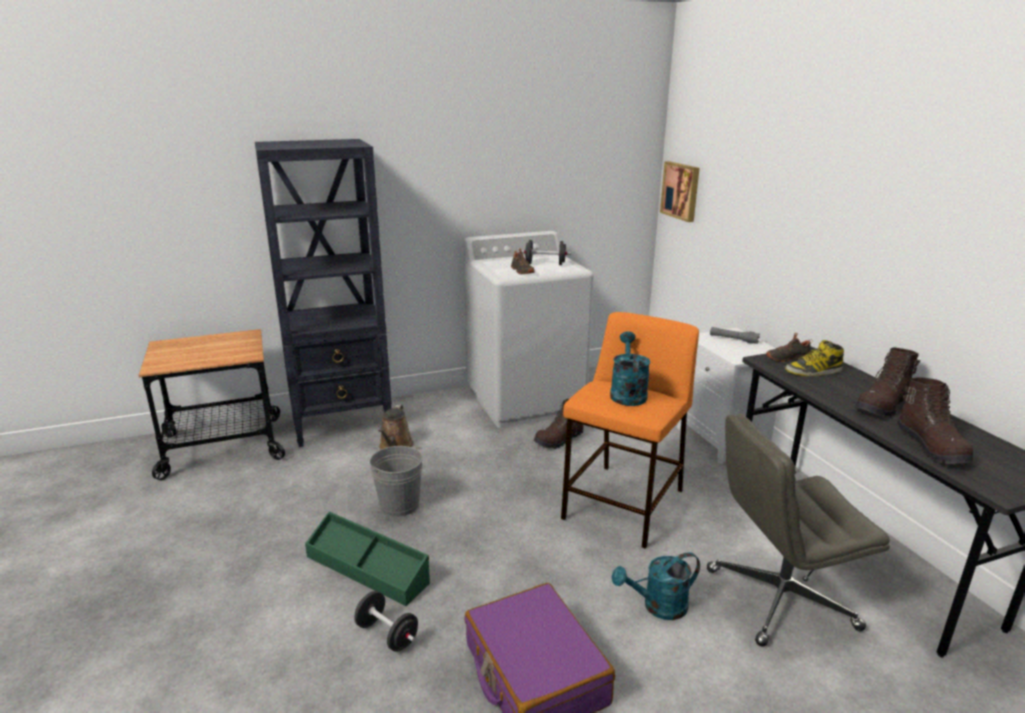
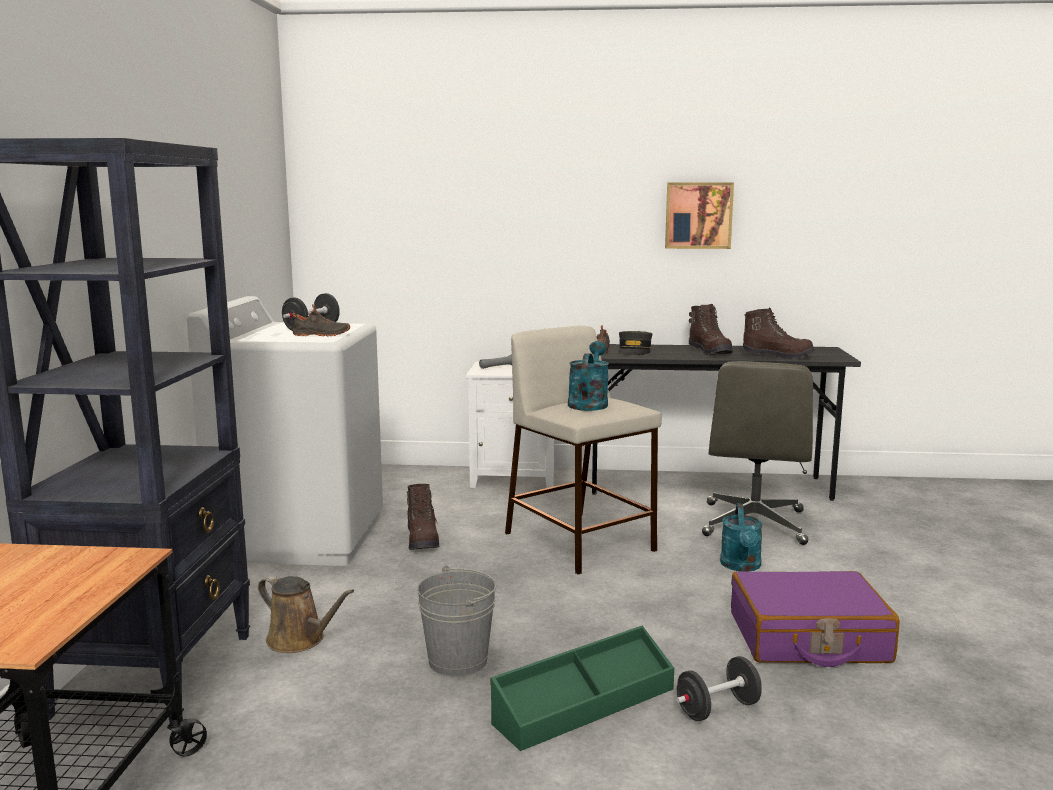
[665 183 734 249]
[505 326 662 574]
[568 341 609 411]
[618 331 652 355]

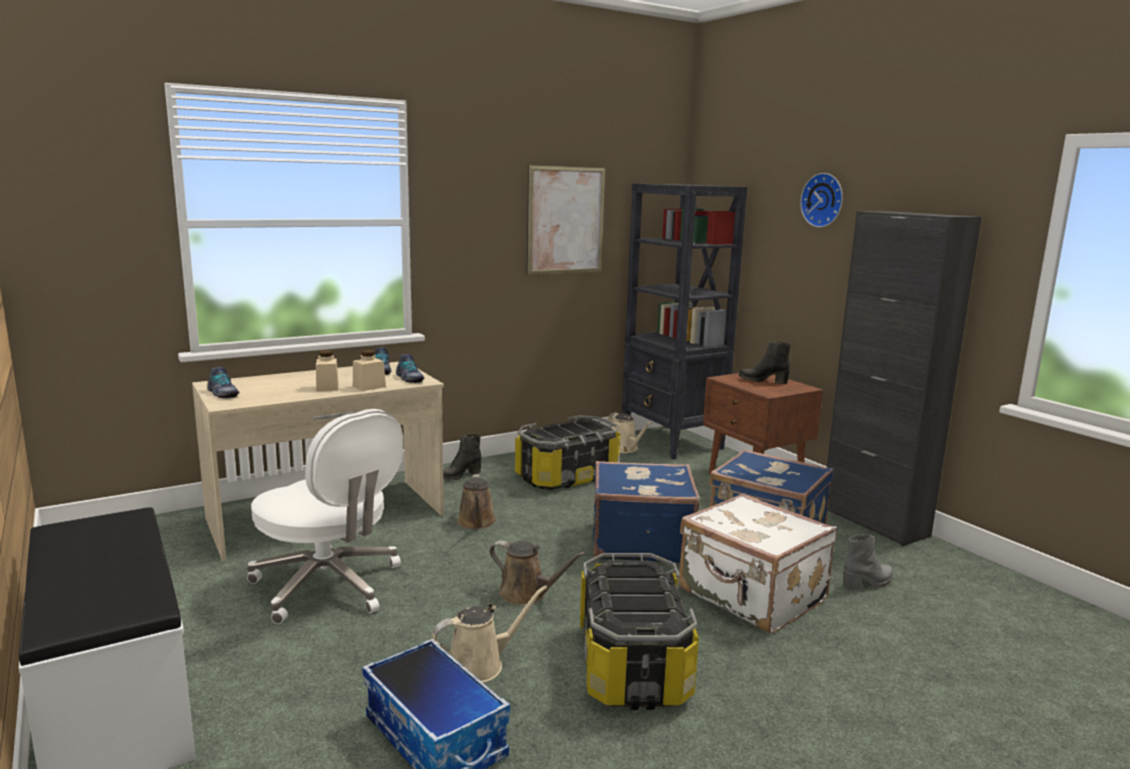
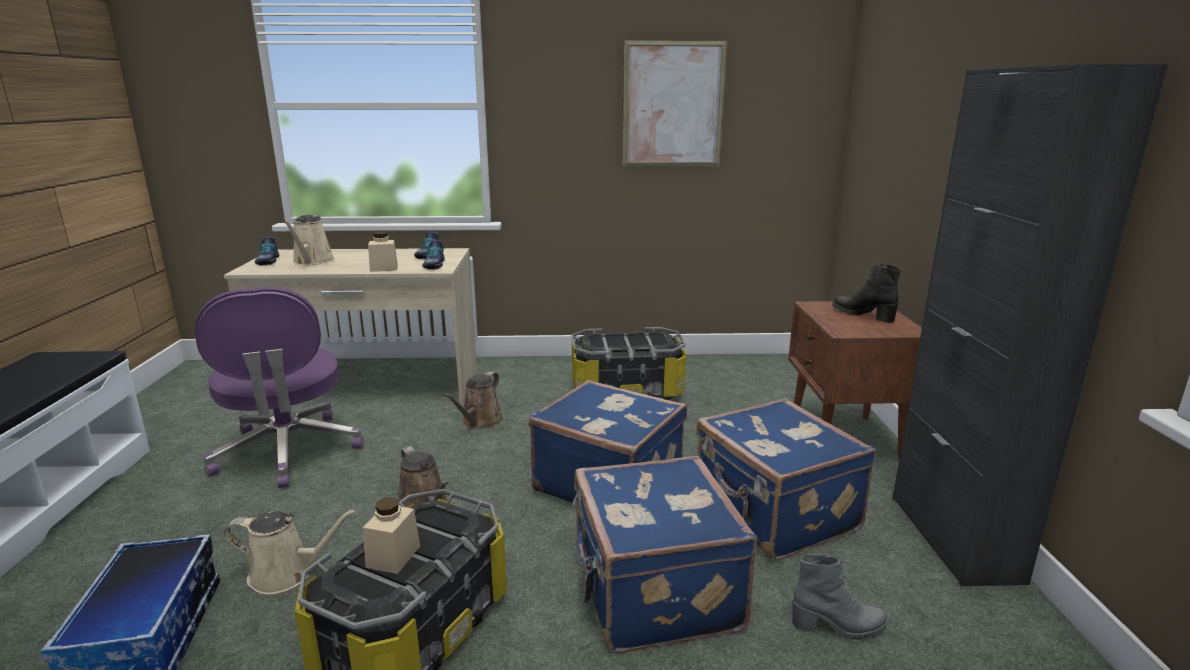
[800 173 843 227] (first image)
[622 184 747 459] (first image)
[363 497 420 574]
[195 287 364 488]
[283 215 335 265]
[443 434 482 480] (first image)
[572 456 757 653]

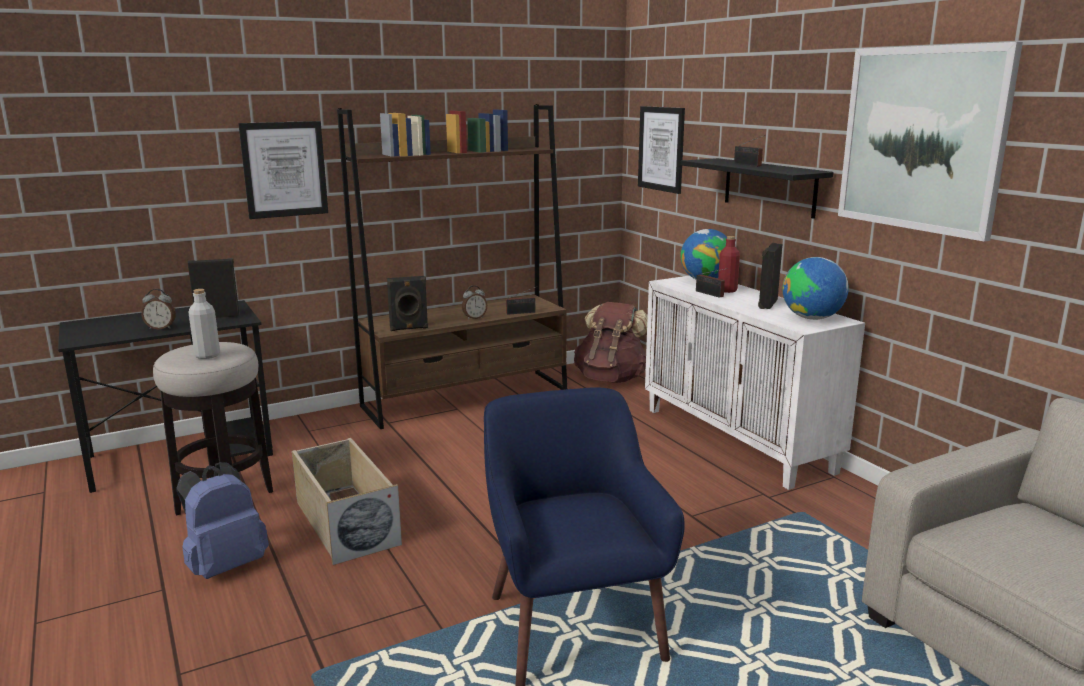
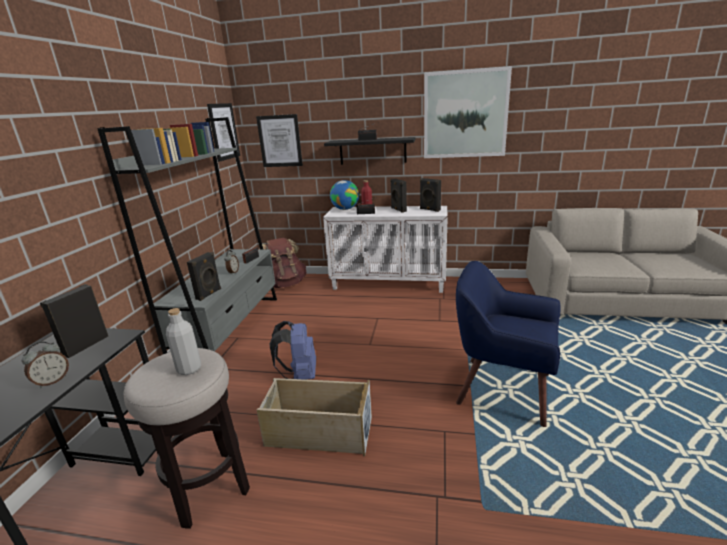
[97 117 277 354]
[207 103 240 162]
[420 178 441 212]
[269 321 316 380]

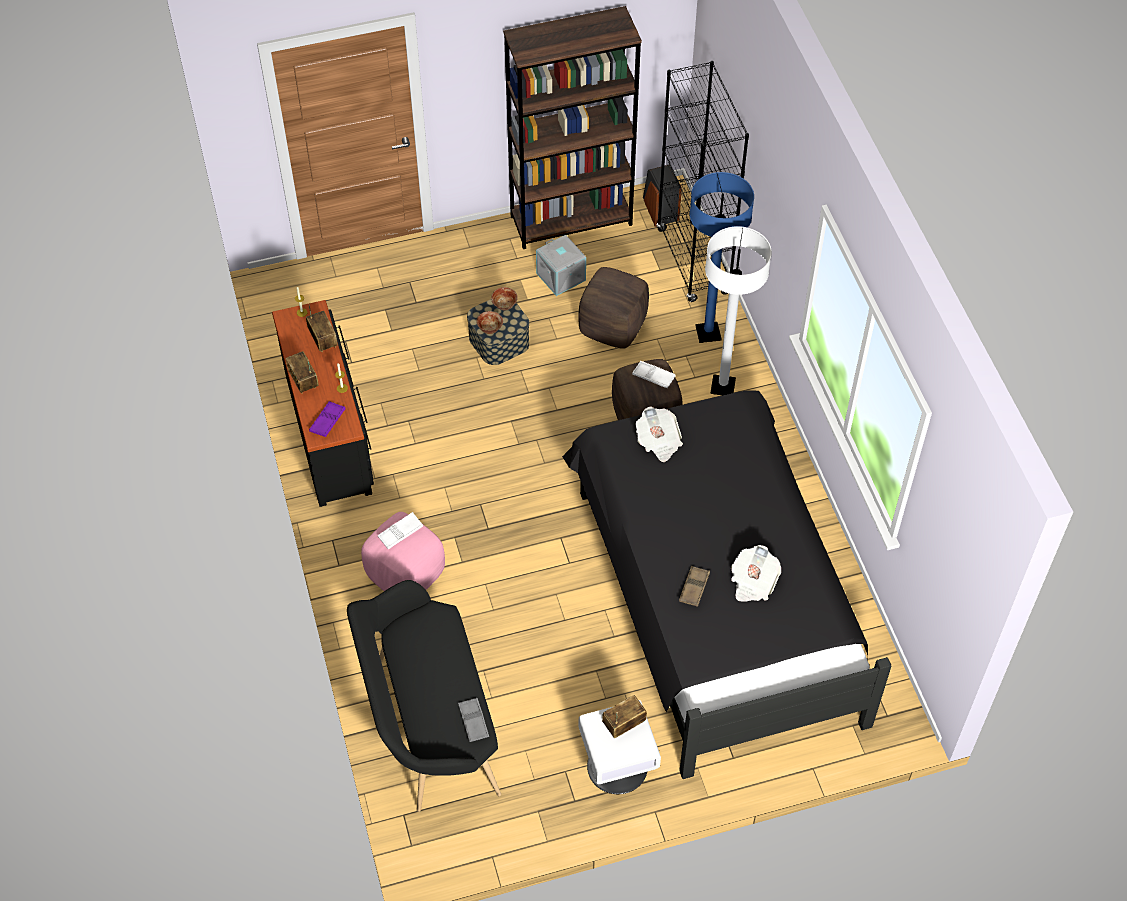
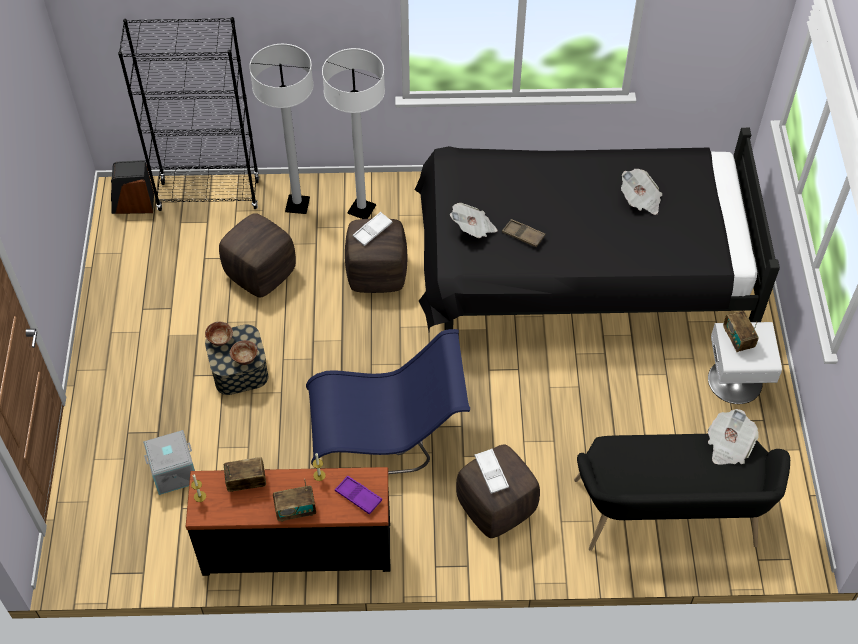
[503 6 642 249] (first image)
[249 44 314 214]
[143 430 195 495]
[456 445 540 538]
[502 219 545 247]
[707 409 759 465]
[306 329 470 474]

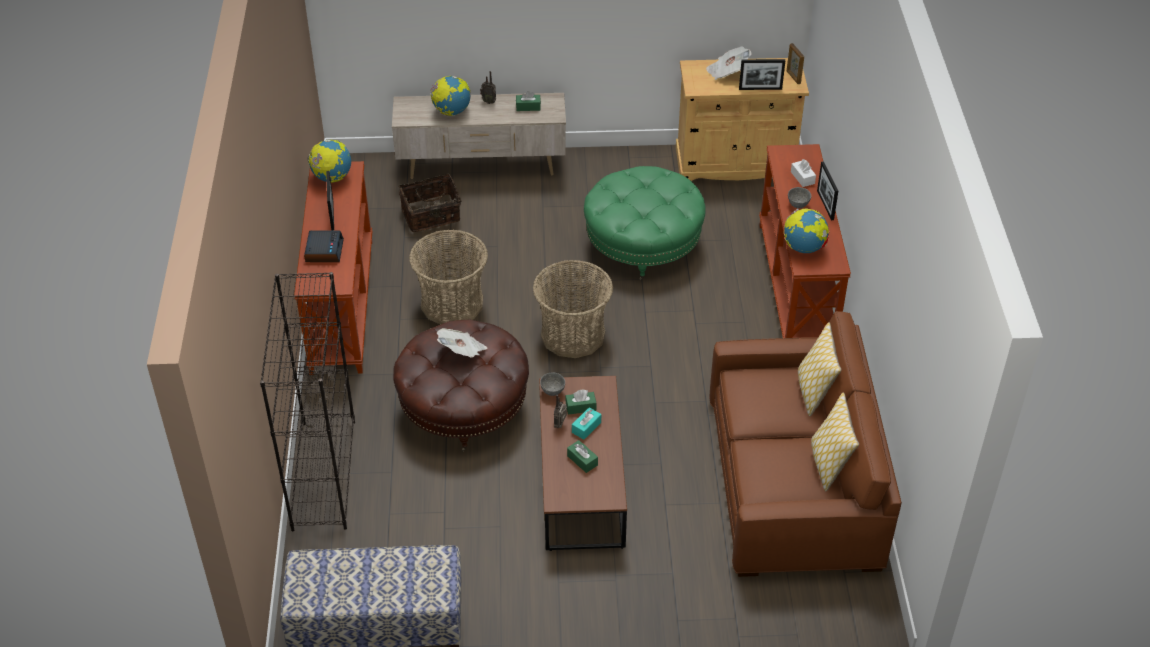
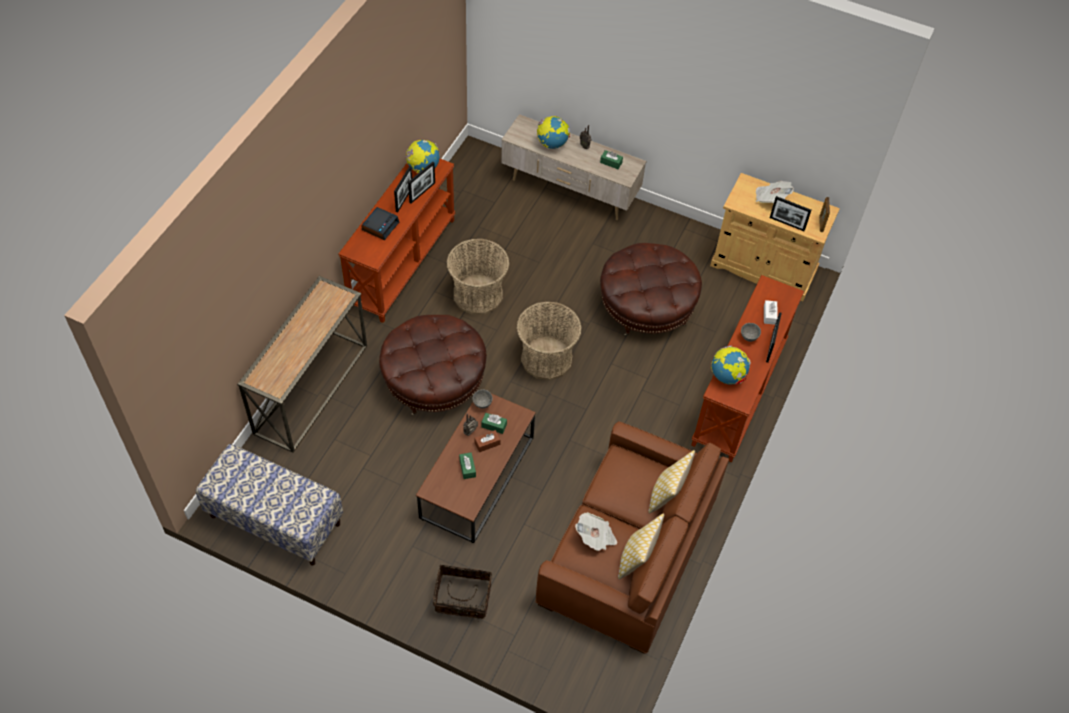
[600 243 702 336]
[433 565 492 622]
[237 276 367 452]
[575 512 617 551]
[475 430 501 452]
[408 162 435 203]

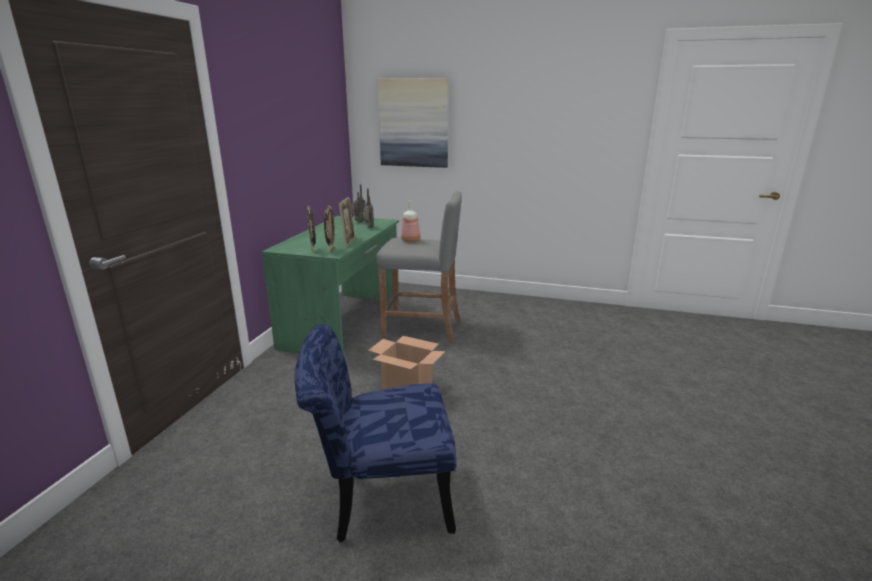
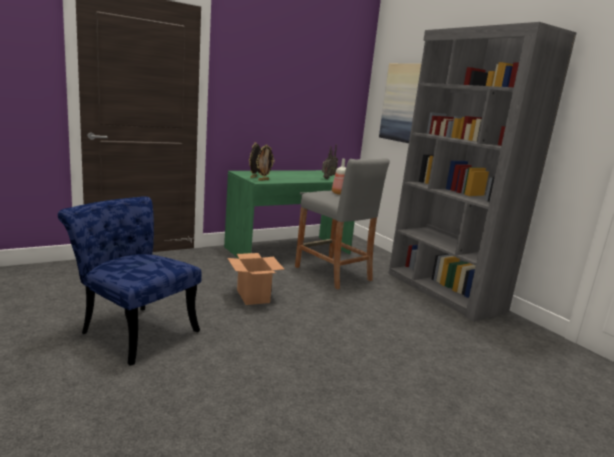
[339 197 355 247] (first image)
[388 22 577 322]

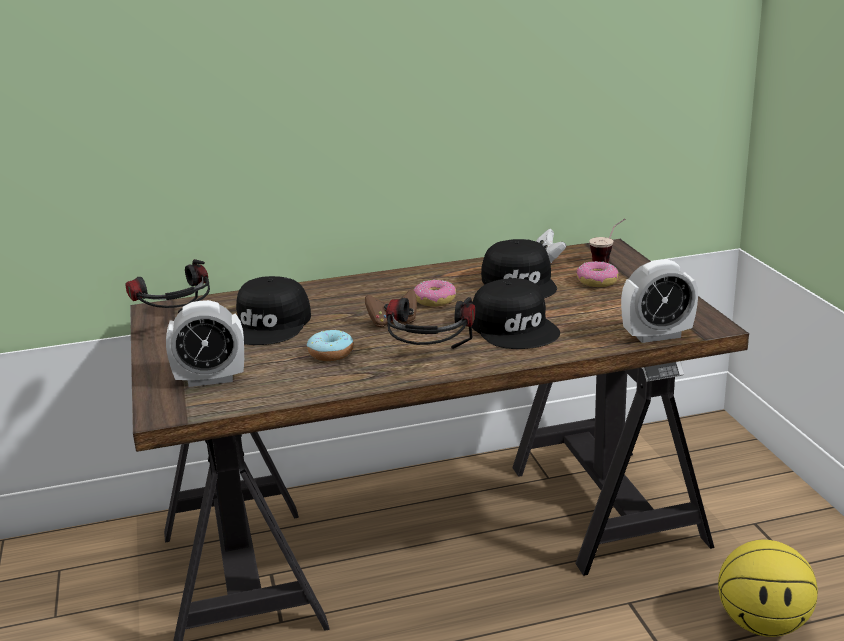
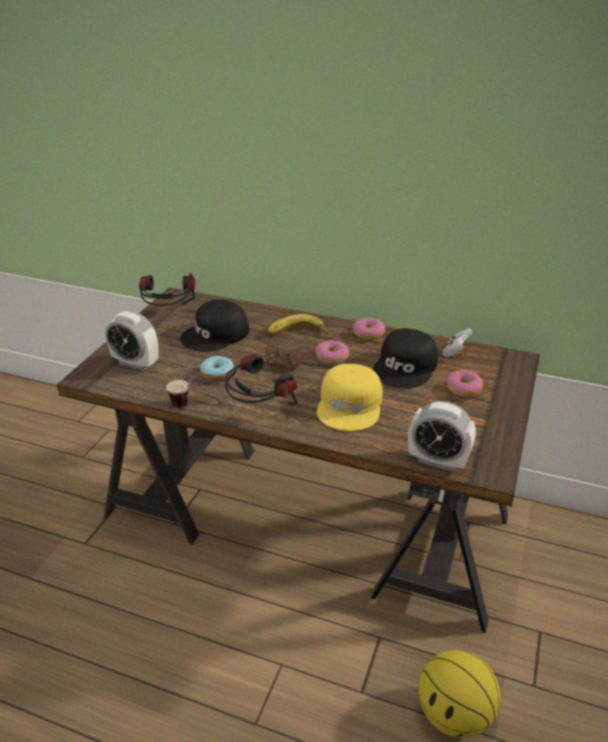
[166 374 205 408]
[317 364 383 431]
[267 314 326 335]
[353 318 385 340]

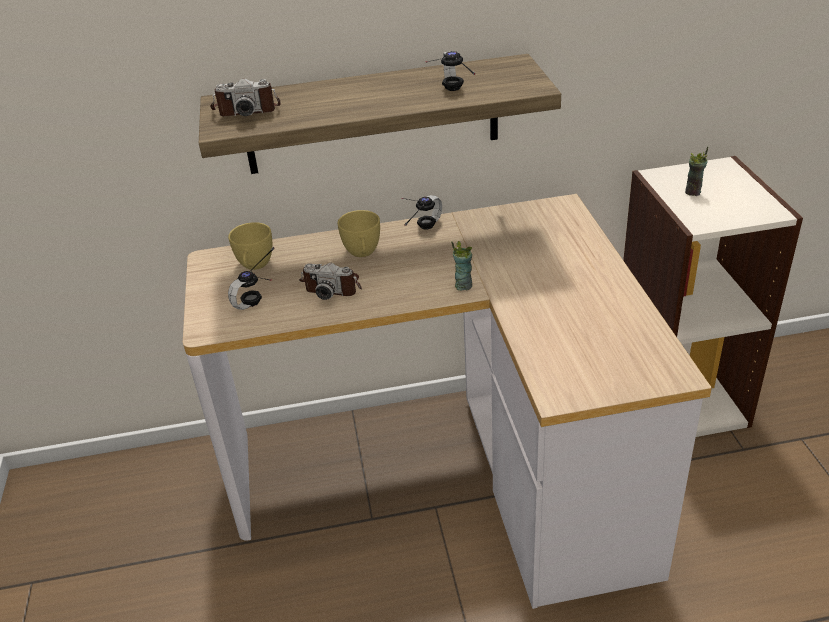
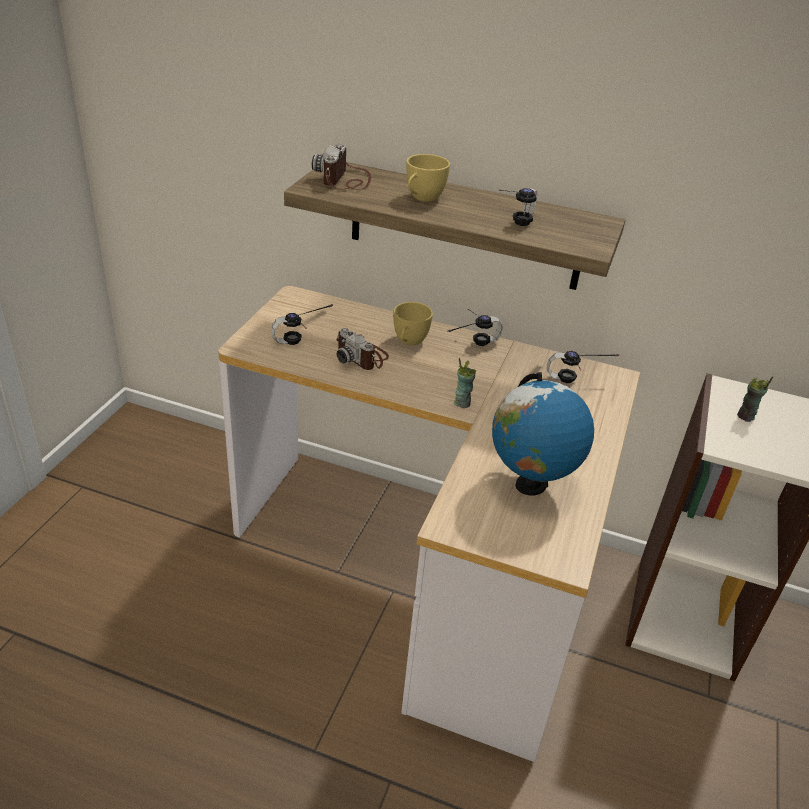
[312 144 371 190]
[406 154 450 202]
[547 351 619 383]
[492 372 594 495]

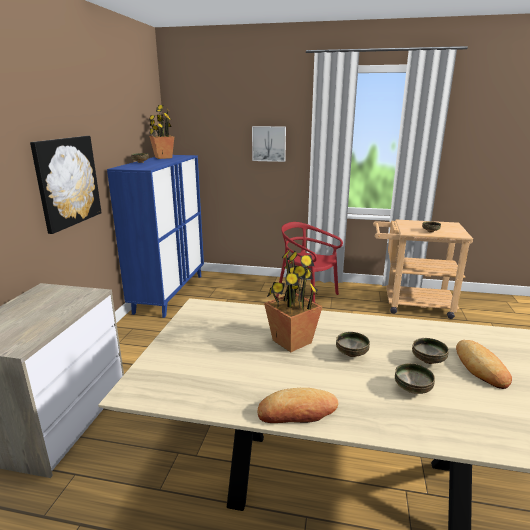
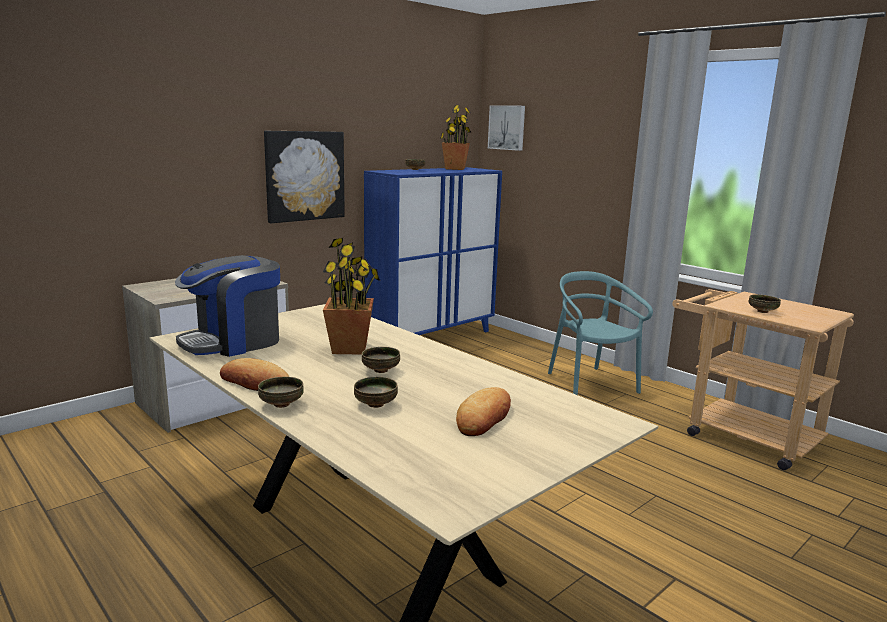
[488 105 525 151]
[548 271 653 395]
[258 377 304 408]
[175 255 280 357]

